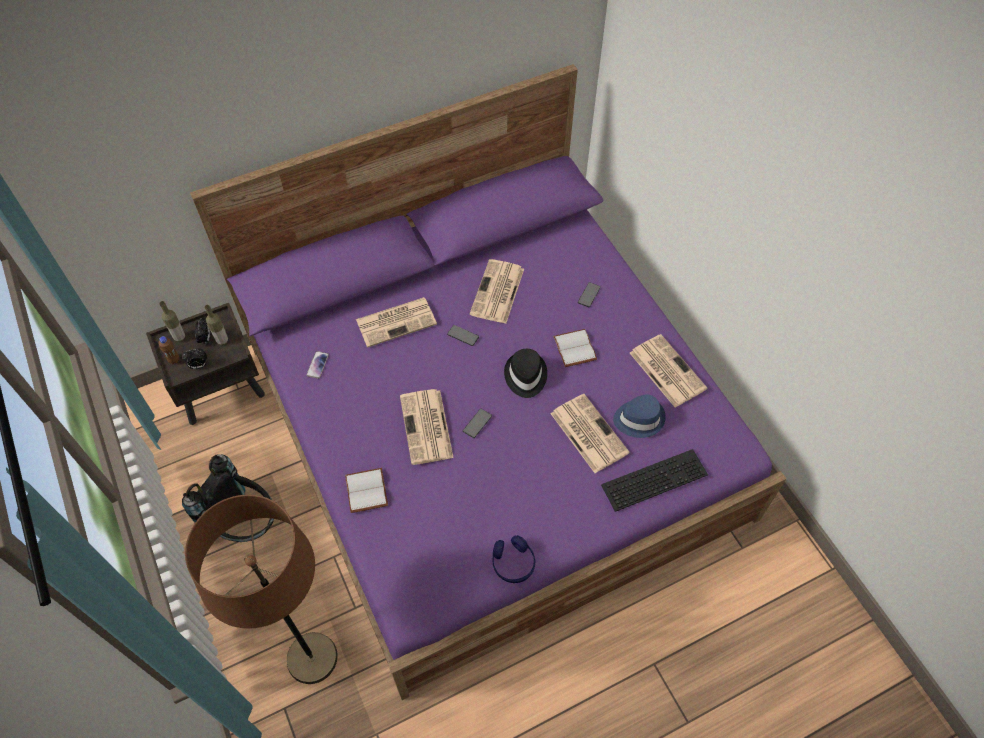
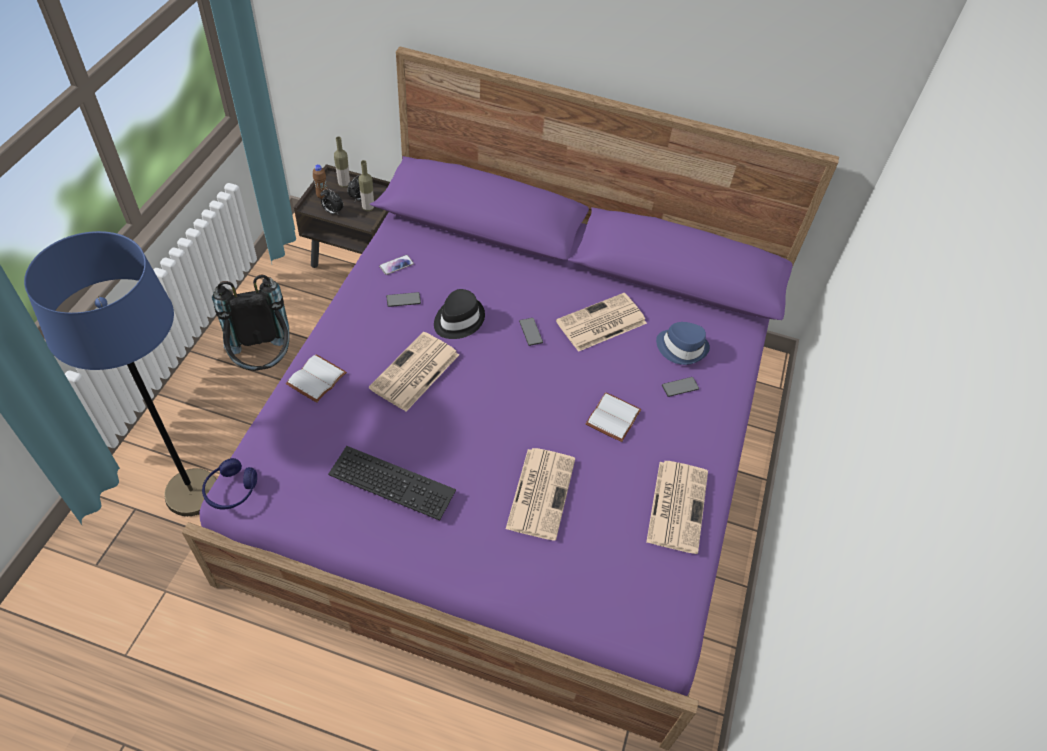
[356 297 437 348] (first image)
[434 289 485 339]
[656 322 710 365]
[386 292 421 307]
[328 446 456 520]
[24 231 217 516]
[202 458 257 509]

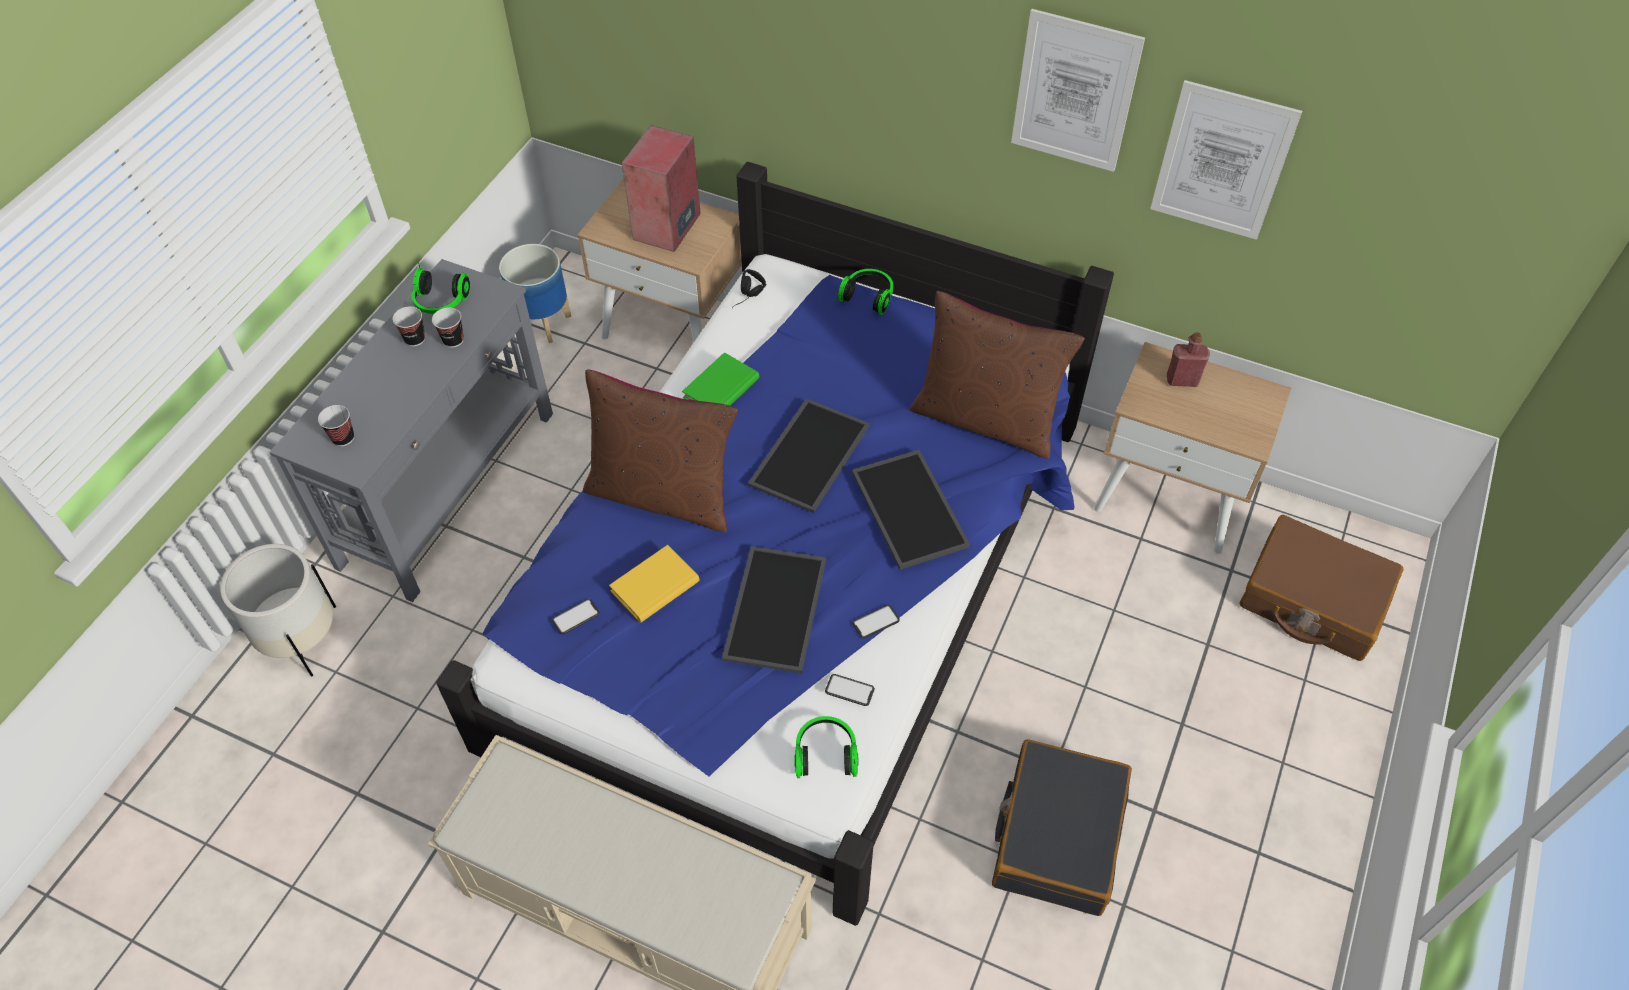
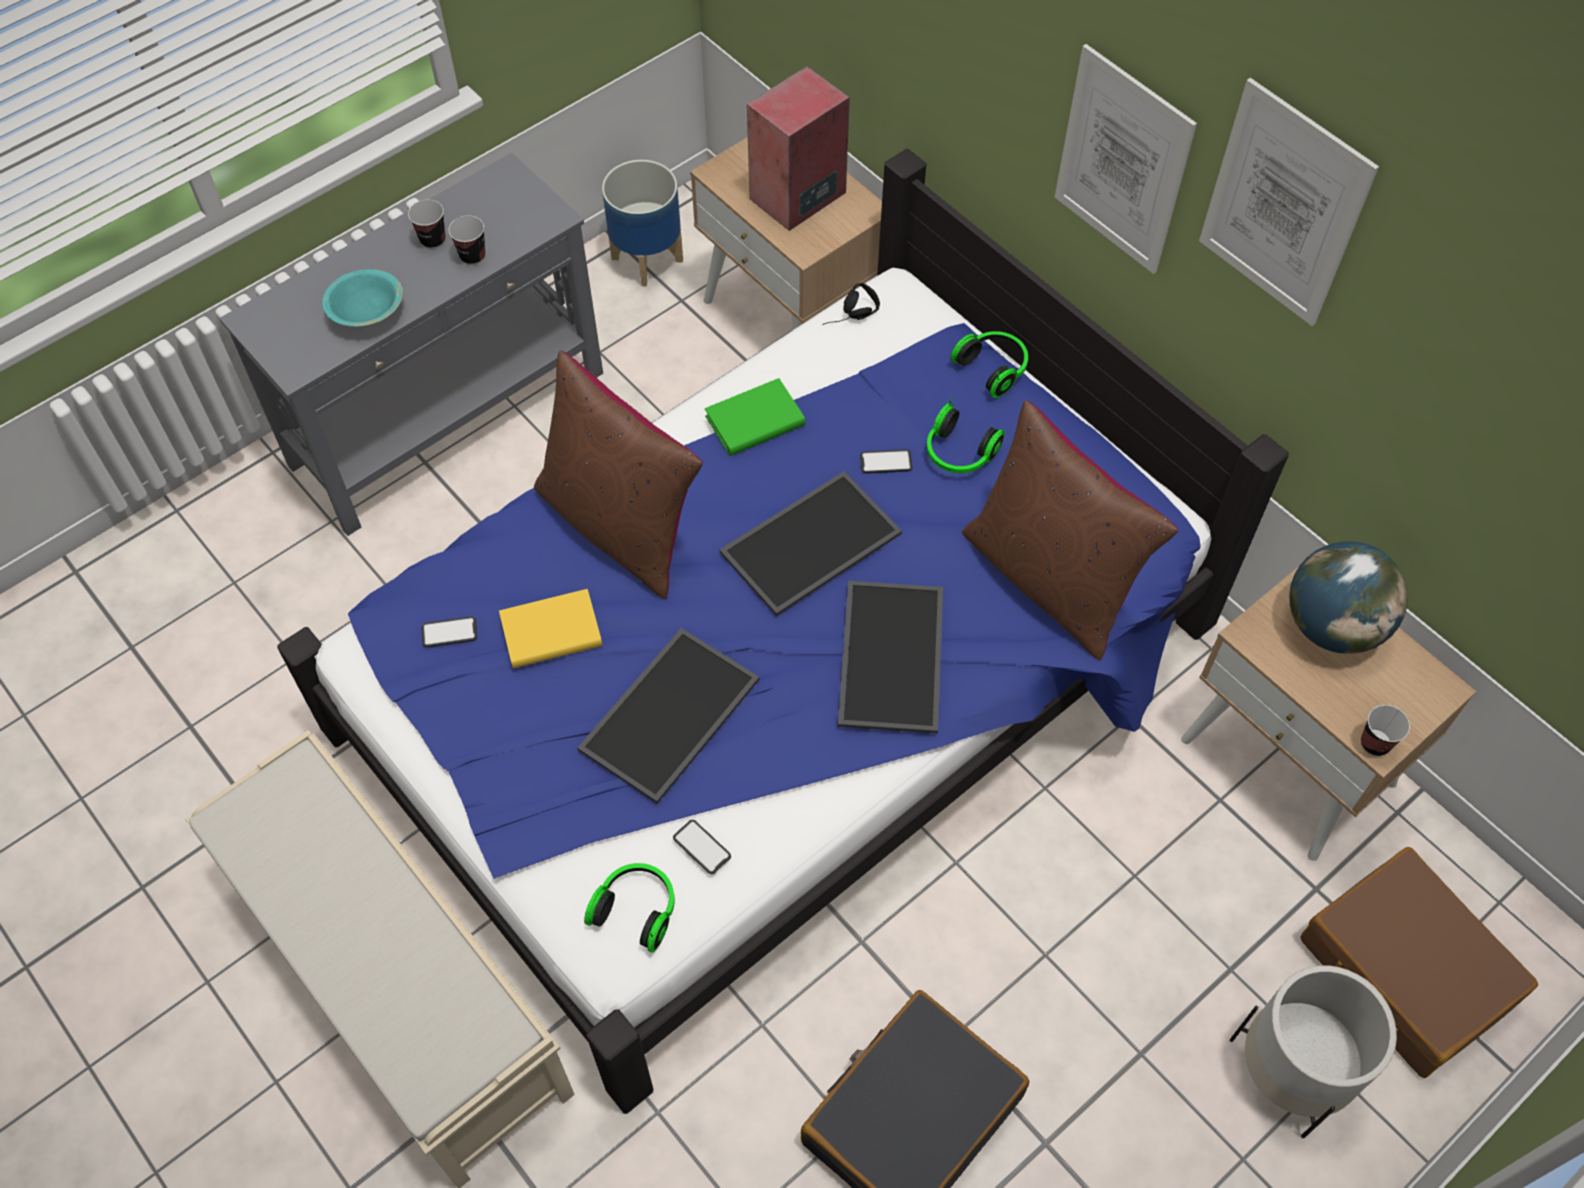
[1055 44 1197 274]
[927 398 1005 473]
[1289 541 1408 654]
[1361 705 1410 756]
[1229 965 1397 1138]
[860 449 912 474]
[322 269 403 327]

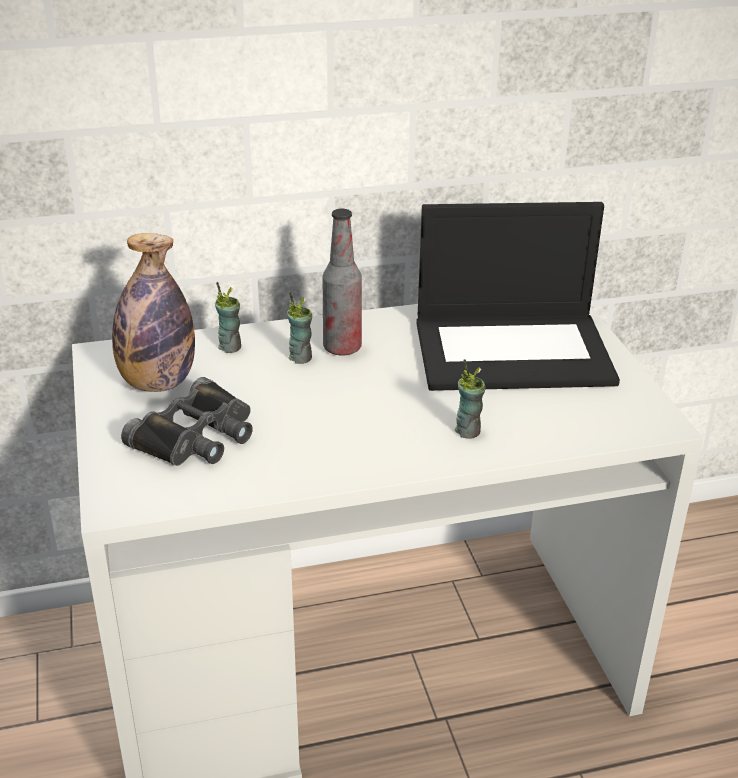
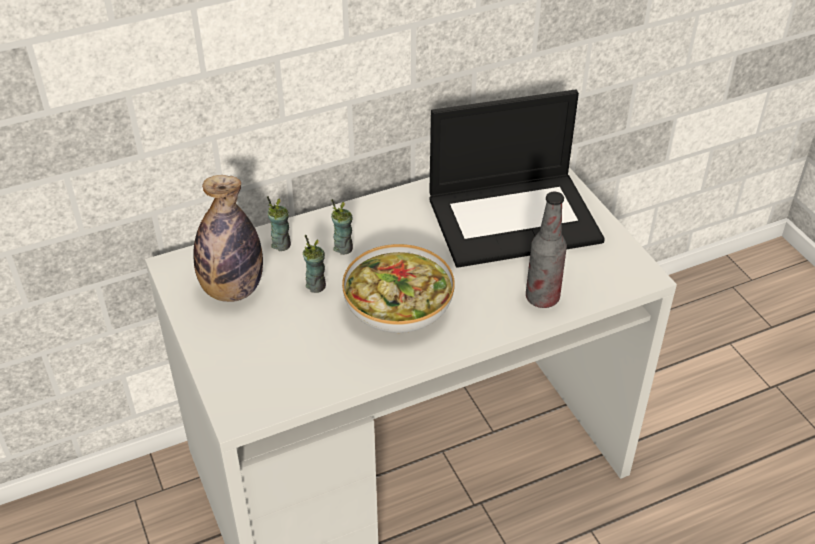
[526 192 567 308]
[303 235 326 293]
[121 377 253 466] (first image)
[342 244 455 333]

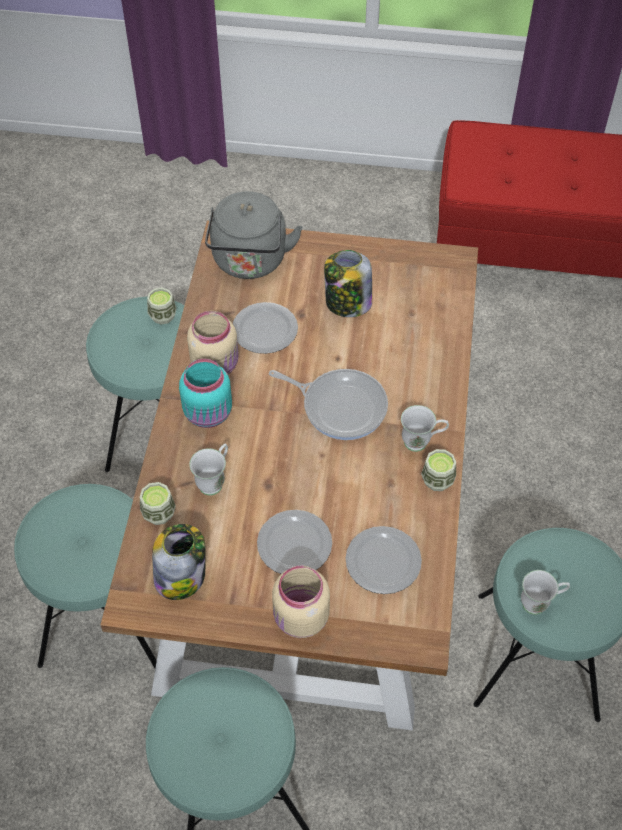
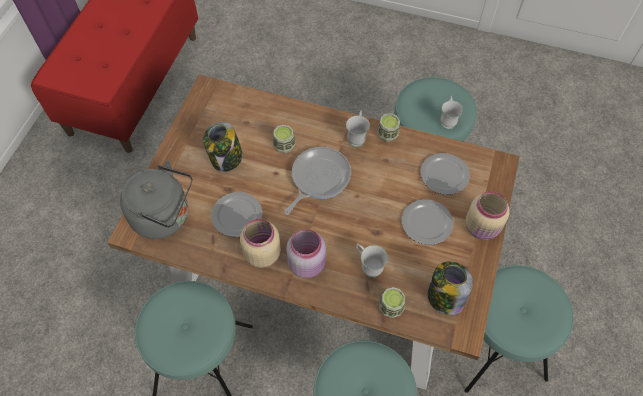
[273 125 295 154]
[286 229 326 278]

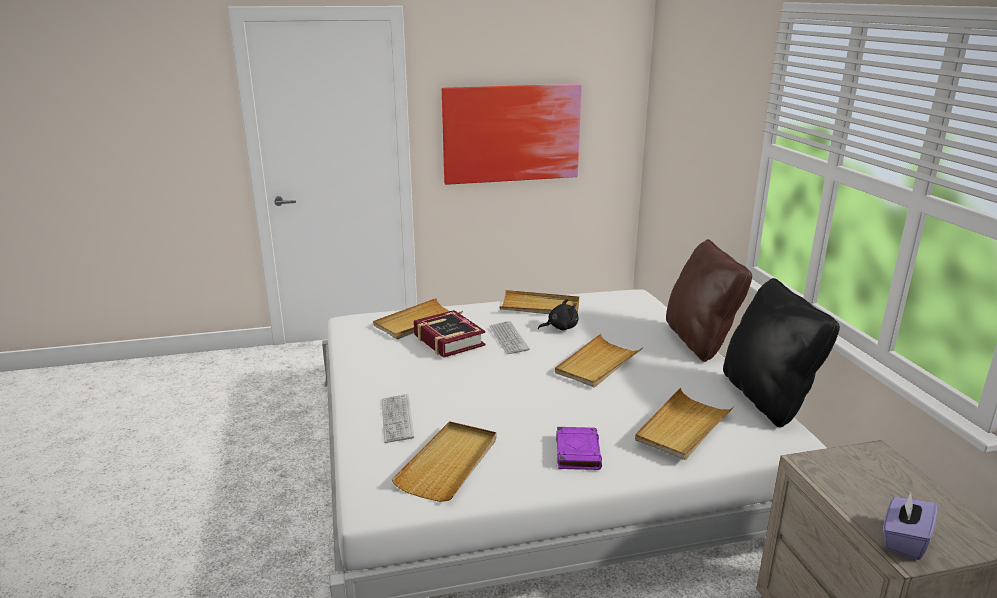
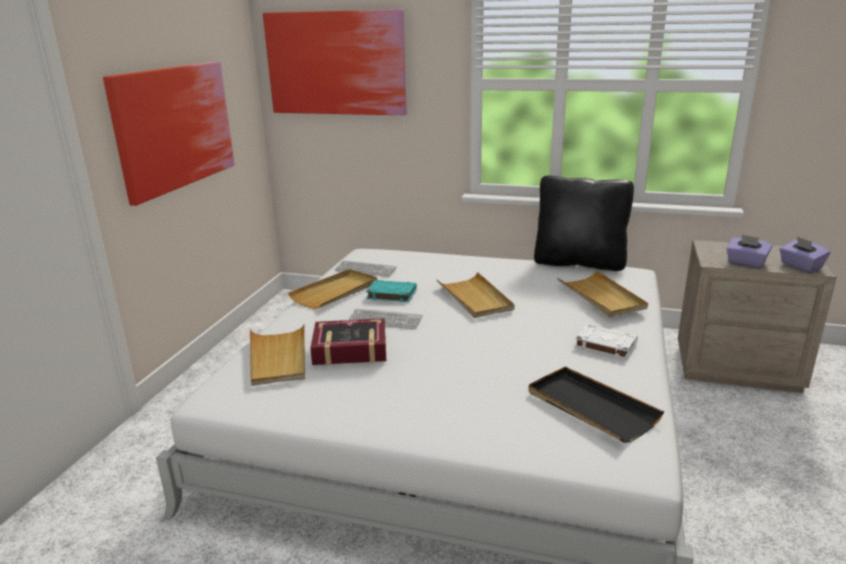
[666 239 752 362] (first image)
[366 280 417 302]
[335 260 397 277]
[528 367 664 443]
[575 324 638 359]
[263 9 407 116]
[726 235 773 267]

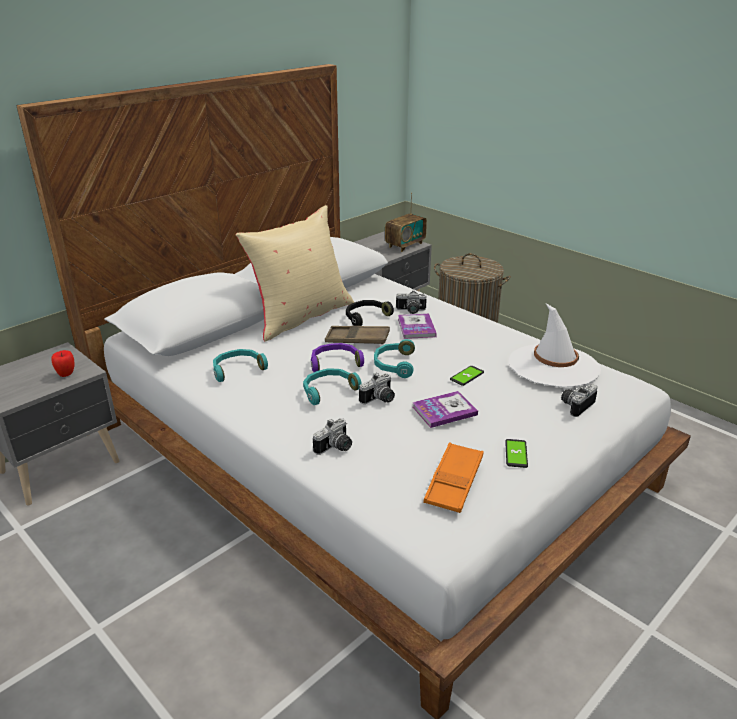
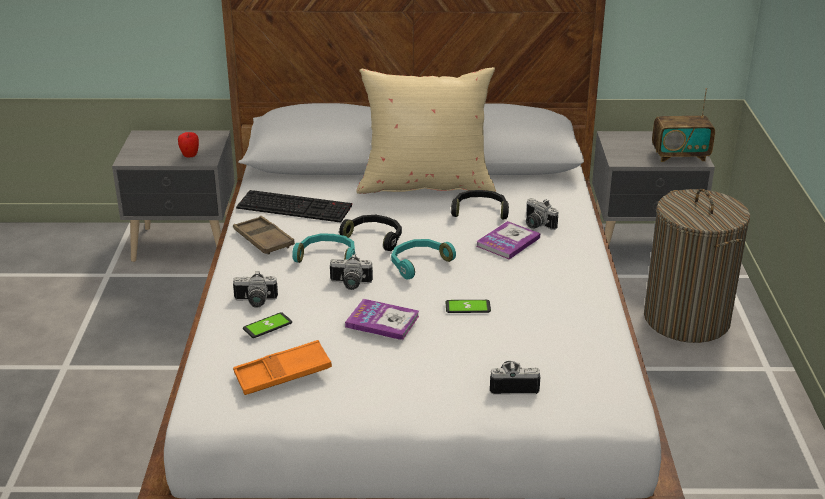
[509 304 601 387] (first image)
[233 216 295 255]
[339 215 402 251]
[236 190 352 223]
[243 312 292 338]

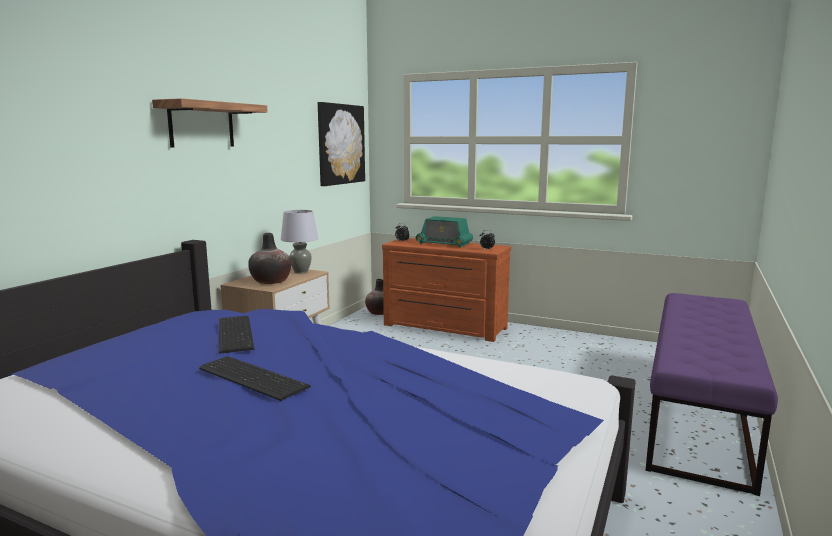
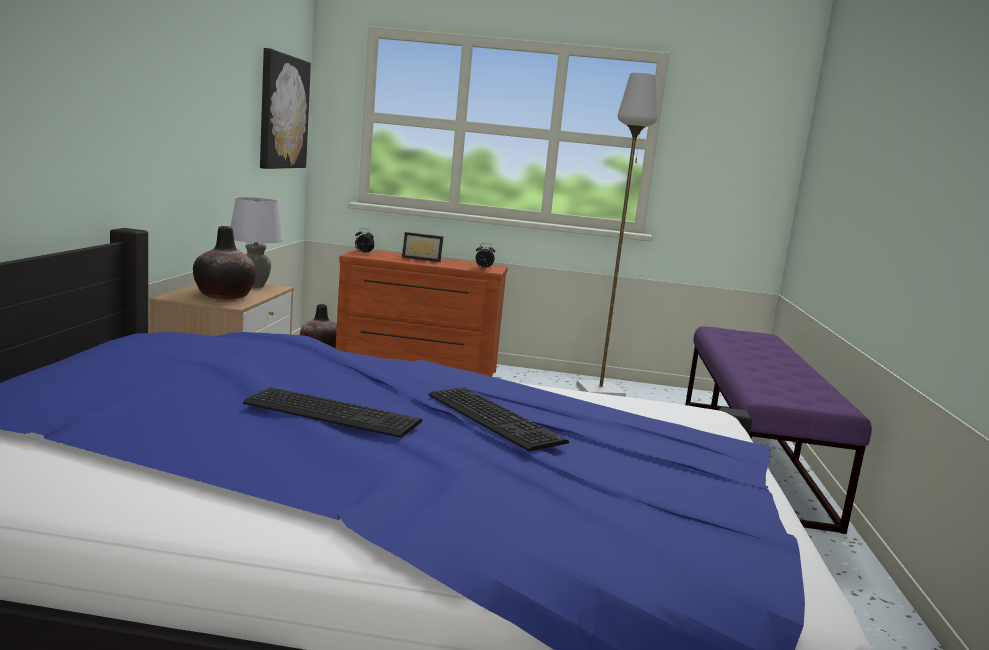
[152 98 268 147] (first image)
[402 232 443 262]
[429 387 569 451]
[576 73 657 397]

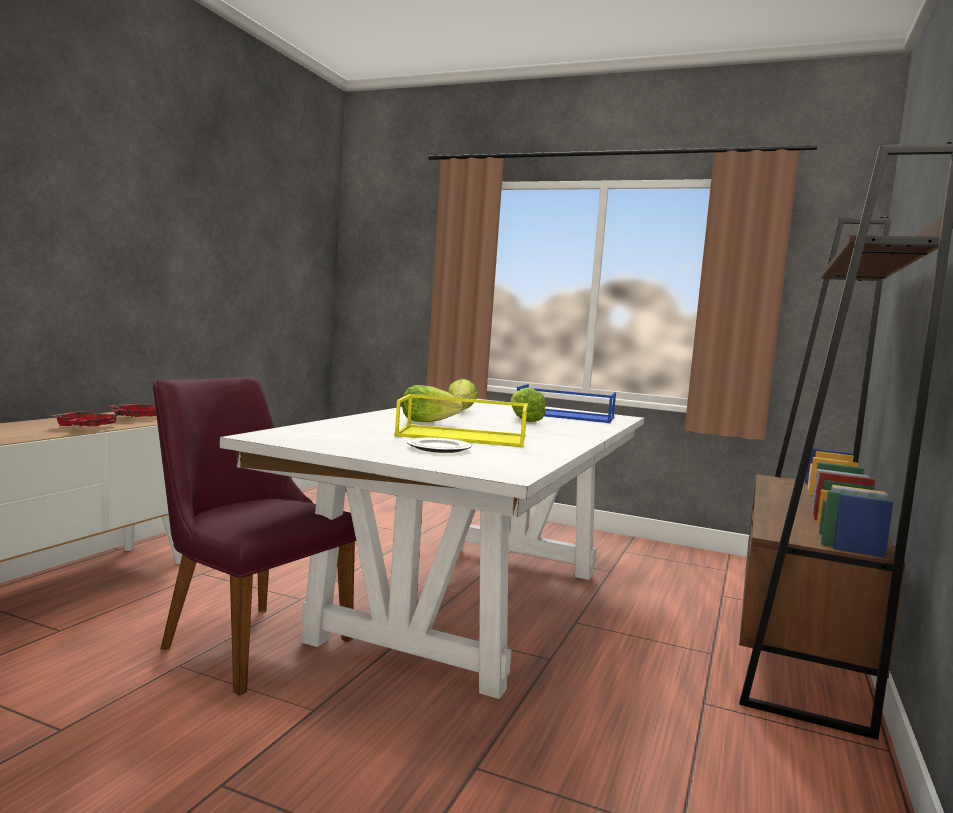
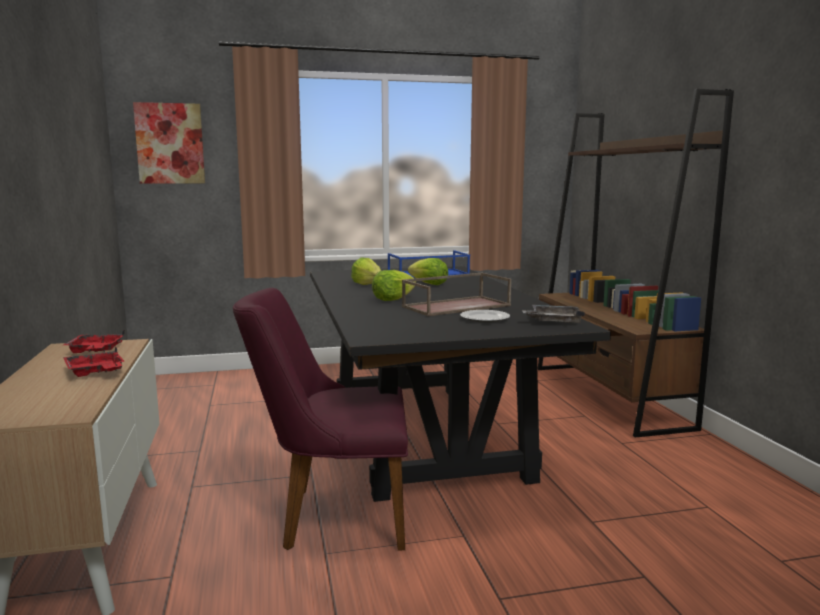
[402 273 511 316]
[310 266 611 502]
[133 102 205 184]
[522 305 585 323]

